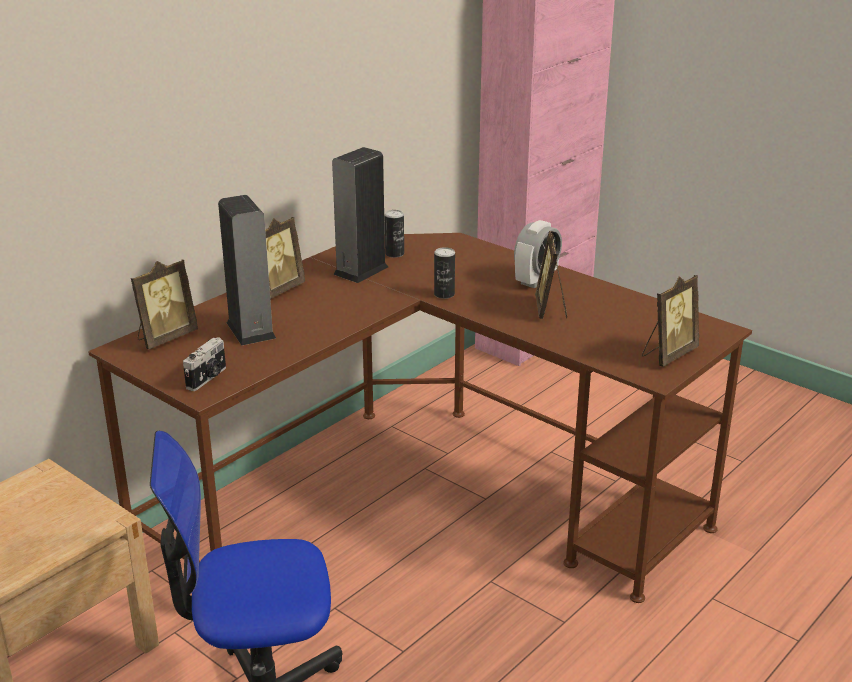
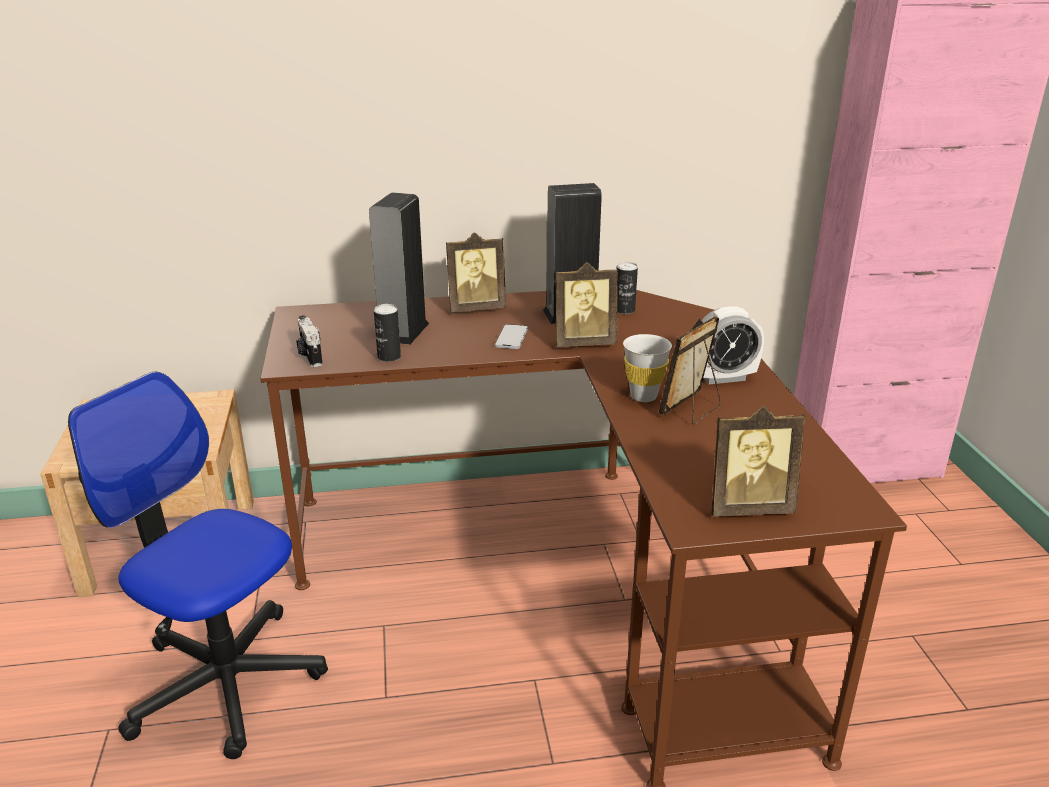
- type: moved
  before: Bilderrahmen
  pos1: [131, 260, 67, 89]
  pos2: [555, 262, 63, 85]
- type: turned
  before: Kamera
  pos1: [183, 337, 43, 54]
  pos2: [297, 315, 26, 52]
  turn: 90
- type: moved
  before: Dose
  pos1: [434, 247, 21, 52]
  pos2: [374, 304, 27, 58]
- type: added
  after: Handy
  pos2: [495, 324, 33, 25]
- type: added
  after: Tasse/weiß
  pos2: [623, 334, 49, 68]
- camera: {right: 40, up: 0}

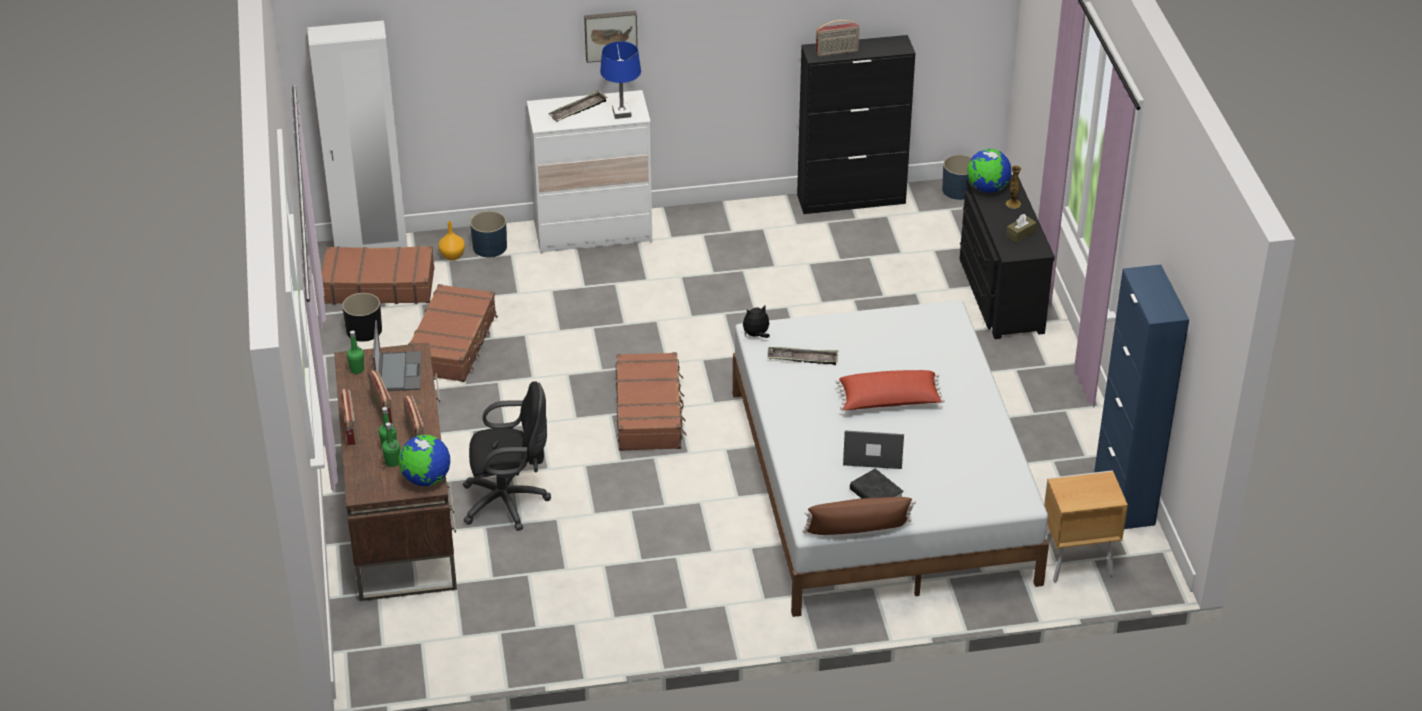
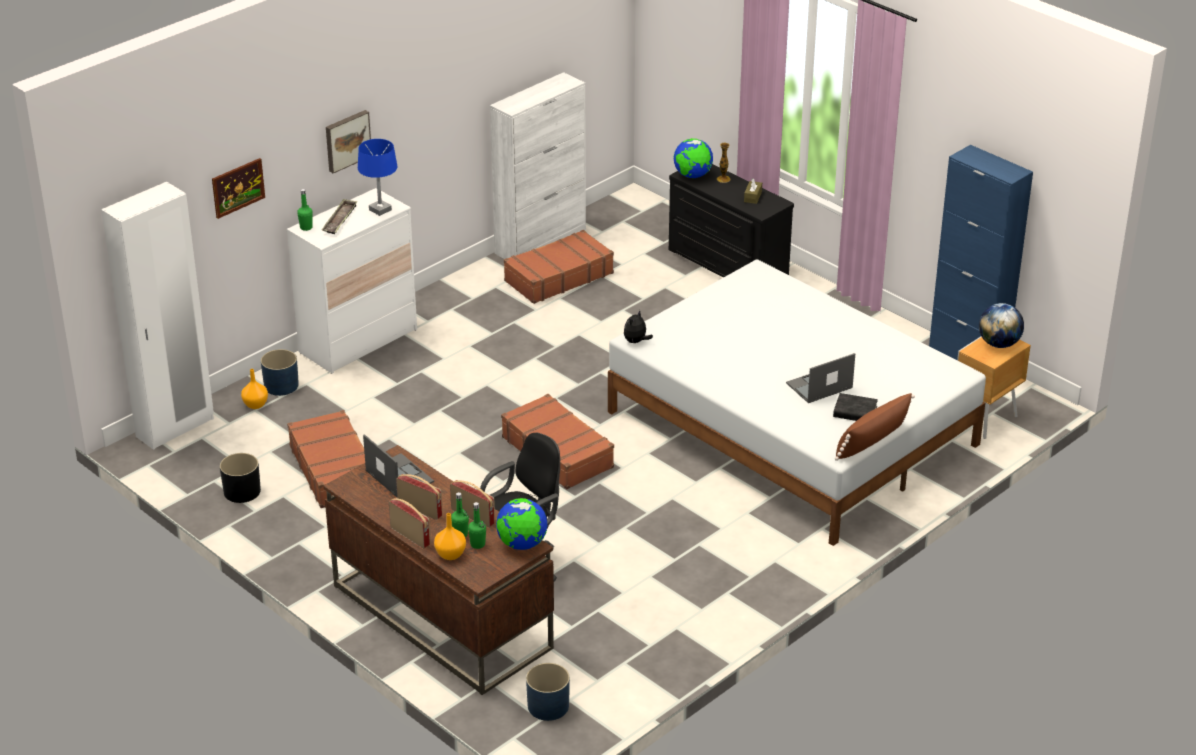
- type: moved
  before: Koffer/braun
  pos1: [322, 246, 113, 58]
  pos2: [504, 230, 110, 74]
- type: moved
  before: Flasche/grün
  pos1: [347, 330, 17, 44]
  pos2: [297, 189, 16, 42]
- type: removed
  before: Tablett
  pos1: [767, 347, 71, 18]
- type: recoloured
  before: Schrank/schwarz
  after: Schrank/weiß
  pos1: [797, 35, 119, 179]
  pos2: [490, 72, 96, 187]
- type: removed
  before: Radio
  pos1: [816, 20, 43, 36]
- type: removed
  before: Kissen/rot
  pos1: [836, 370, 109, 40]
- type: moved
  before: Pflanzkübel/blau
  pos1: [942, 155, 30, 45]
  pos2: [526, 663, 44, 58]
- type: added
  after: Bild
  pos2: [212, 158, 53, 61]
- type: added
  after: Vase/orange
  pos2: [434, 513, 32, 47]
- type: added
  after: Globus
  pos2: [979, 303, 45, 45]
- camera: {right: -35, up: -5}

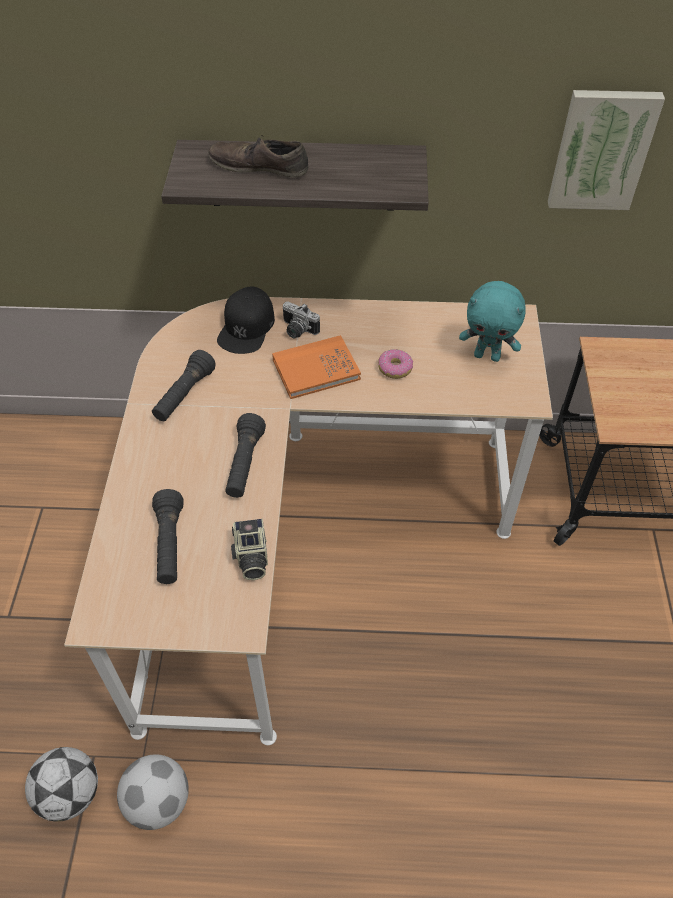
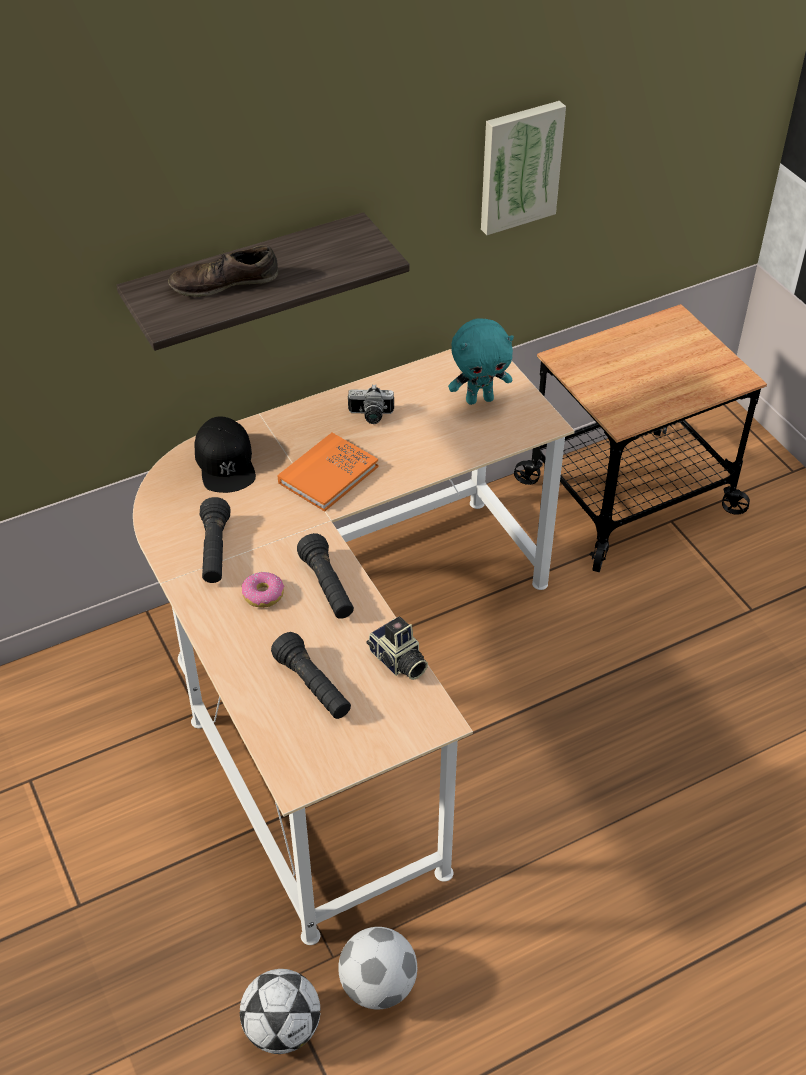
- type: moved
  before: Kamera
  pos1: [282, 301, 38, 38]
  pos2: [348, 384, 46, 40]
- type: moved
  before: Donut
  pos1: [378, 349, 35, 30]
  pos2: [241, 572, 43, 36]
- camera: {right: -30, up: -5}

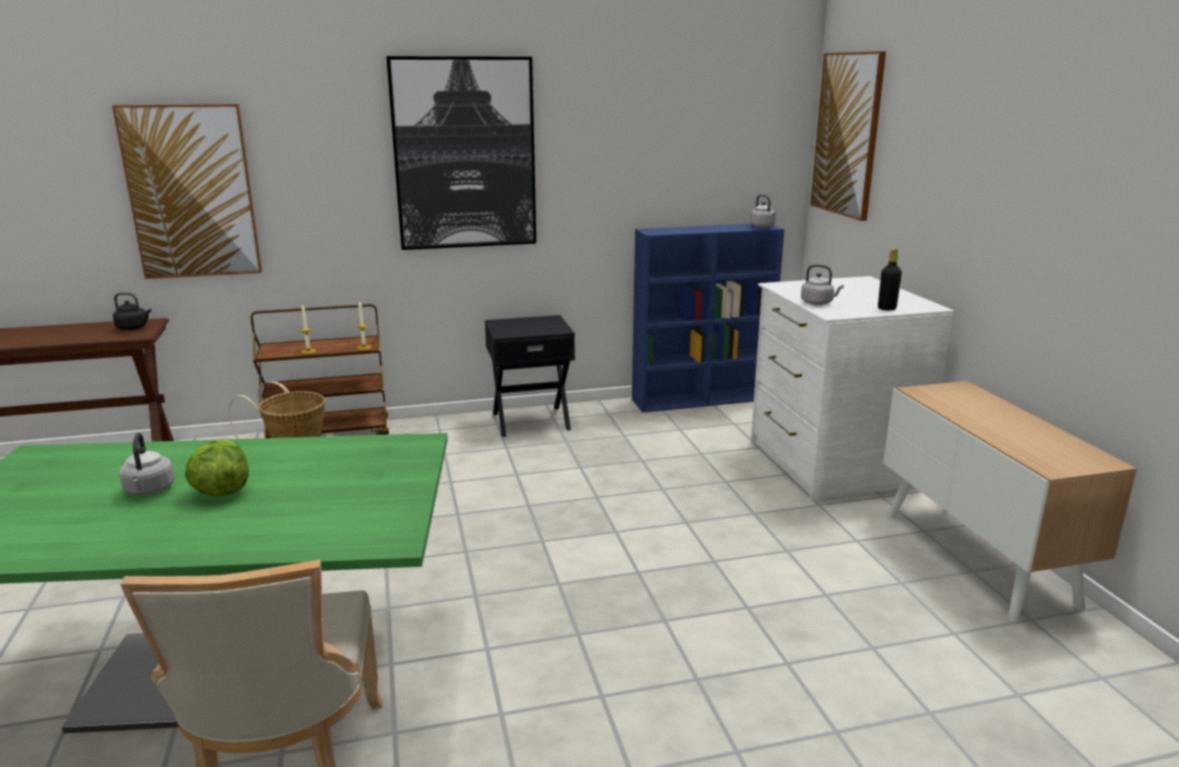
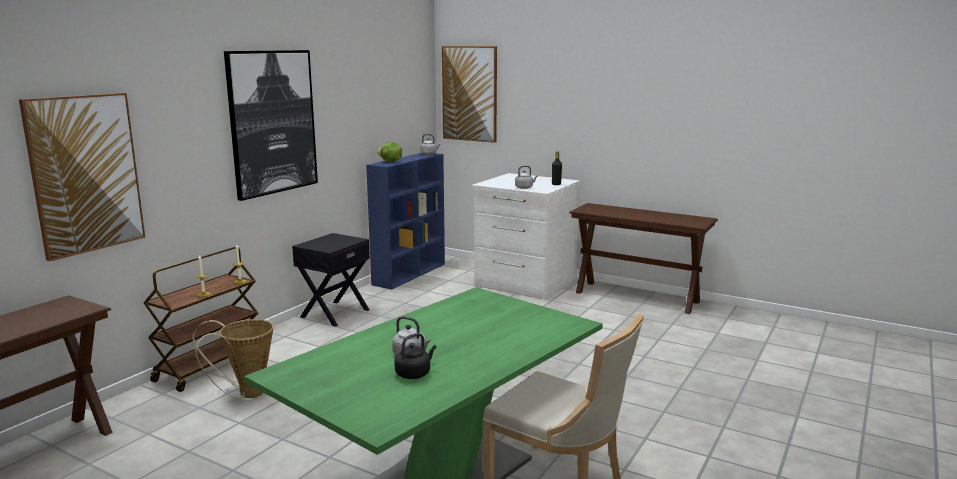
- type: moved
  before: Wasserkessel/schwarz
  pos1: [113, 292, 38, 38]
  pos2: [394, 333, 42, 46]
- type: moved
  before: Salatkopf
  pos1: [185, 440, 64, 56]
  pos2: [377, 142, 25, 20]
- type: replaced
  before: Schrank
  after: Konsolentisch/braun
  pos1: [883, 381, 254, 241]
  pos2: [569, 203, 149, 111]
- camera: {right: -45, up: -5}

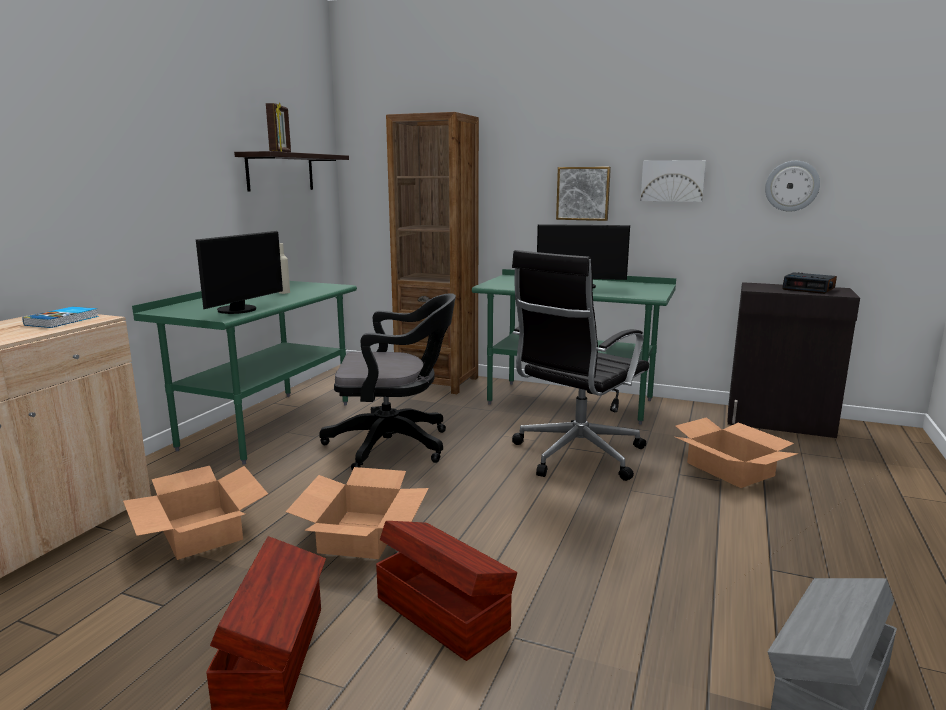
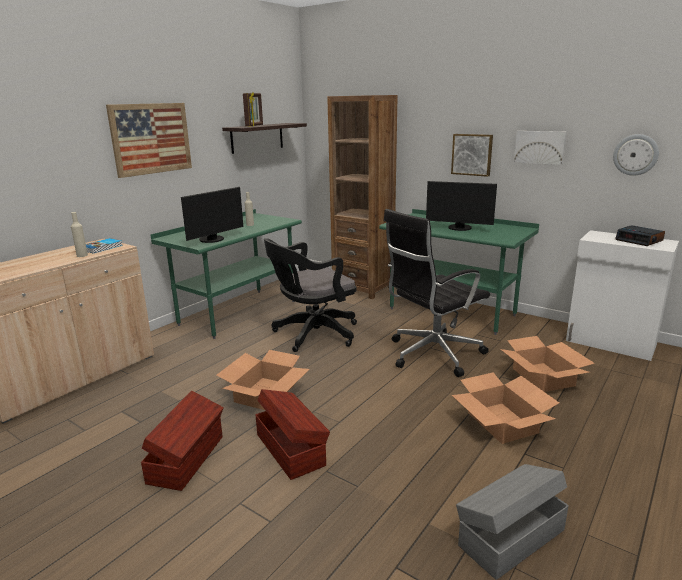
- type: moved
  before: Karton
  pos1: [123, 466, 145, 94]
  pos2: [452, 373, 107, 71]
- type: turned
  before: Bürostuhl/schwarz
  pos1: [319, 293, 137, 178]
  pos2: [264, 238, 93, 114]
  turn: 135
- type: recoloured
  before: Schrank/schwarz
  after: Schrank/weiß
  pos1: [727, 282, 133, 156]
  pos2: [566, 230, 113, 131]
- type: added
  after: Flasche/beige
  pos2: [71, 212, 17, 45]
- type: added
  after: Bild
  pos2: [106, 103, 86, 75]
- camera: {right: 15, up: 5}

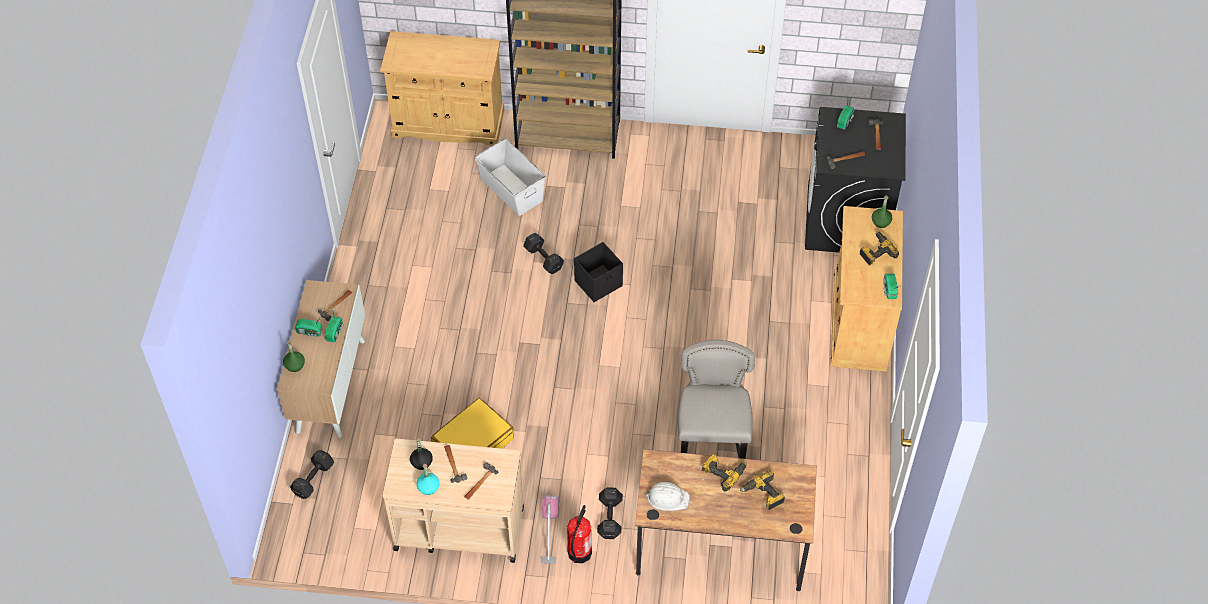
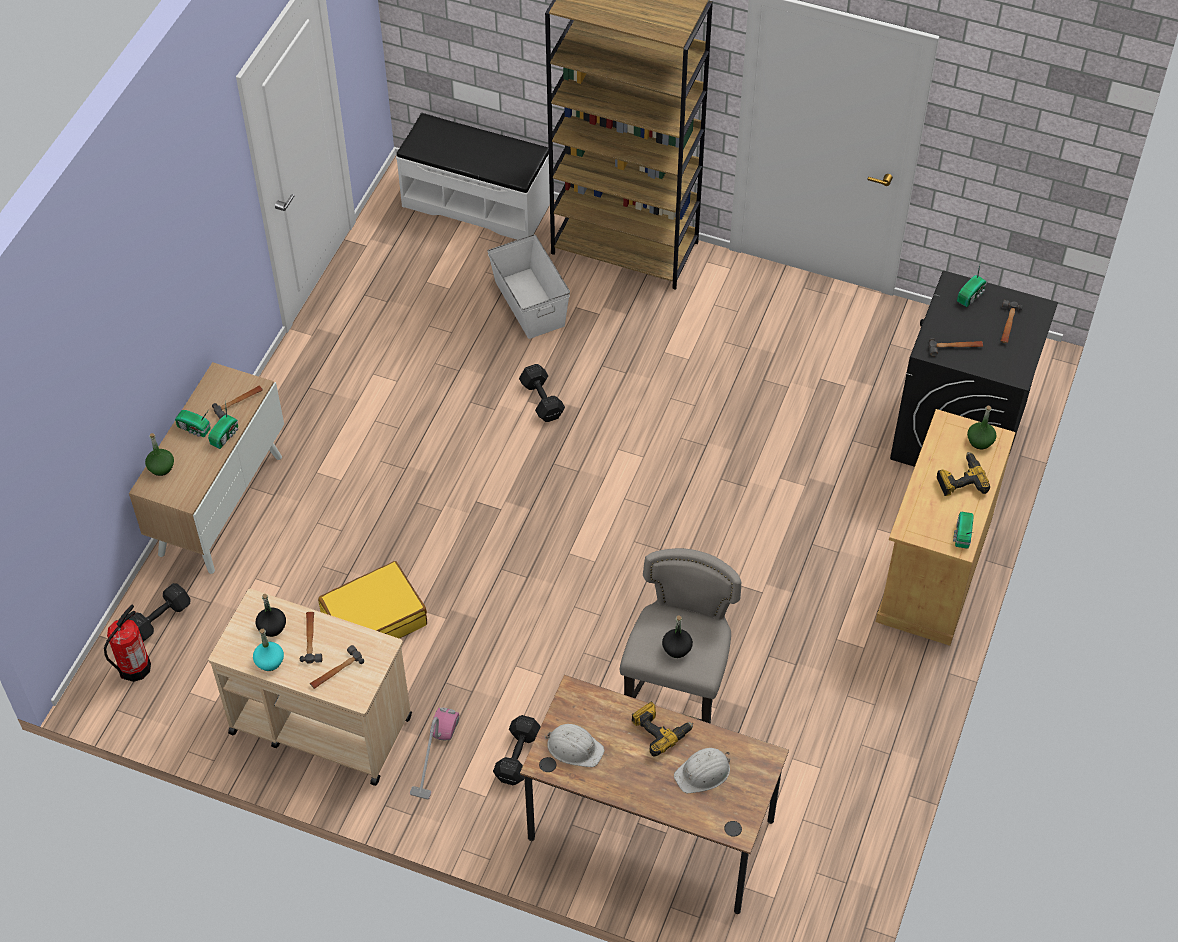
- type: replaced
  before: Schrank/beige
  after: Bank/weiß
  pos1: [380, 31, 124, 115]
  pos2: [396, 113, 154, 127]
- type: moved
  before: Feuerlöscher
  pos1: [567, 505, 25, 58]
  pos2: [104, 605, 47, 77]
- type: removed
  before: Aufbewahrungsbox/schwarz
  pos1: [574, 242, 49, 60]
- type: replaced
  before: Bohrmaschine
  after: Schutzhelm/weiß
  pos1: [740, 470, 45, 40]
  pos2: [674, 748, 56, 45]
- type: added
  after: Flasche/schwarz
  pos2: [662, 615, 31, 43]
- camera: {right: 15, up: 0}

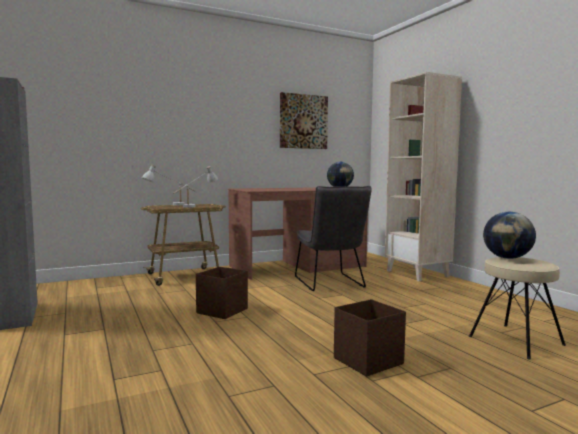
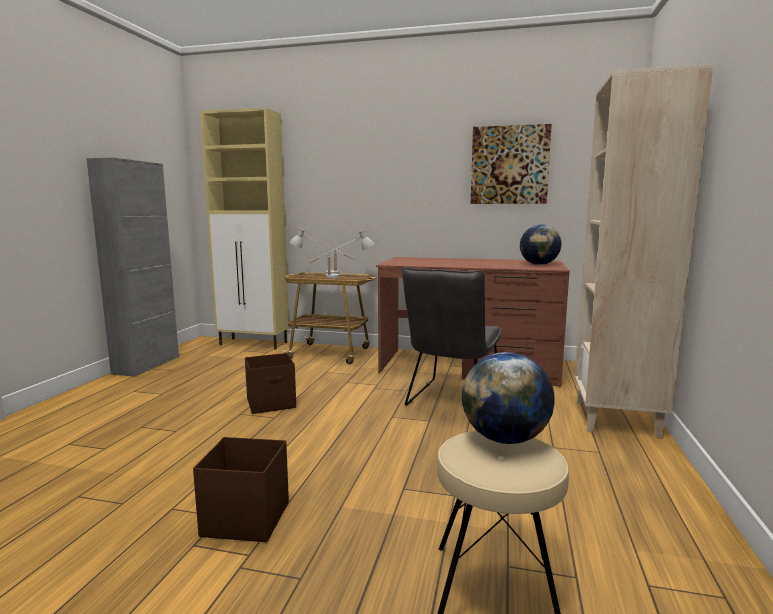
- type: added
  after: Schrank/beige
  pos2: [200, 108, 89, 241]
- camera: {right: 40, up: 5}

